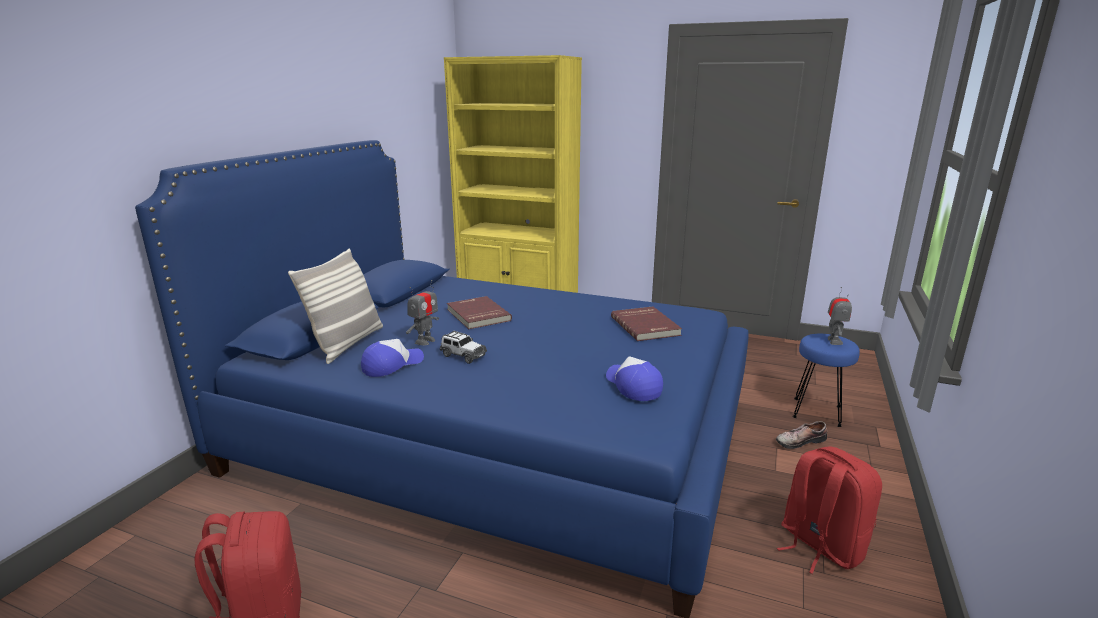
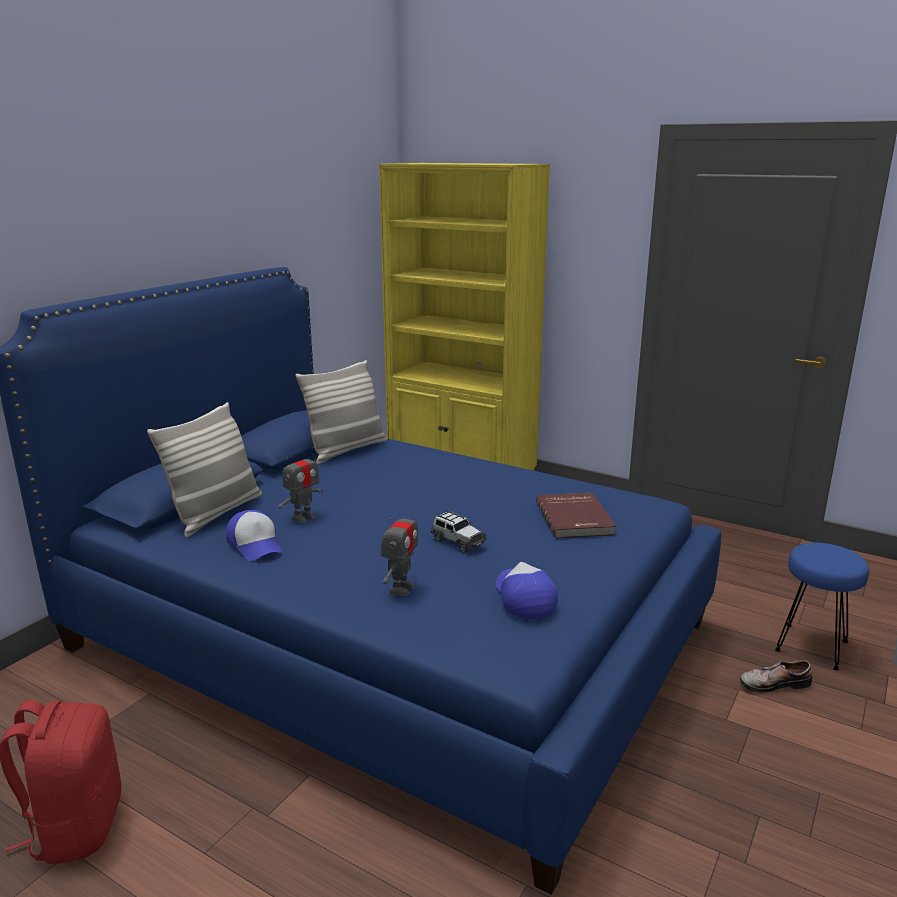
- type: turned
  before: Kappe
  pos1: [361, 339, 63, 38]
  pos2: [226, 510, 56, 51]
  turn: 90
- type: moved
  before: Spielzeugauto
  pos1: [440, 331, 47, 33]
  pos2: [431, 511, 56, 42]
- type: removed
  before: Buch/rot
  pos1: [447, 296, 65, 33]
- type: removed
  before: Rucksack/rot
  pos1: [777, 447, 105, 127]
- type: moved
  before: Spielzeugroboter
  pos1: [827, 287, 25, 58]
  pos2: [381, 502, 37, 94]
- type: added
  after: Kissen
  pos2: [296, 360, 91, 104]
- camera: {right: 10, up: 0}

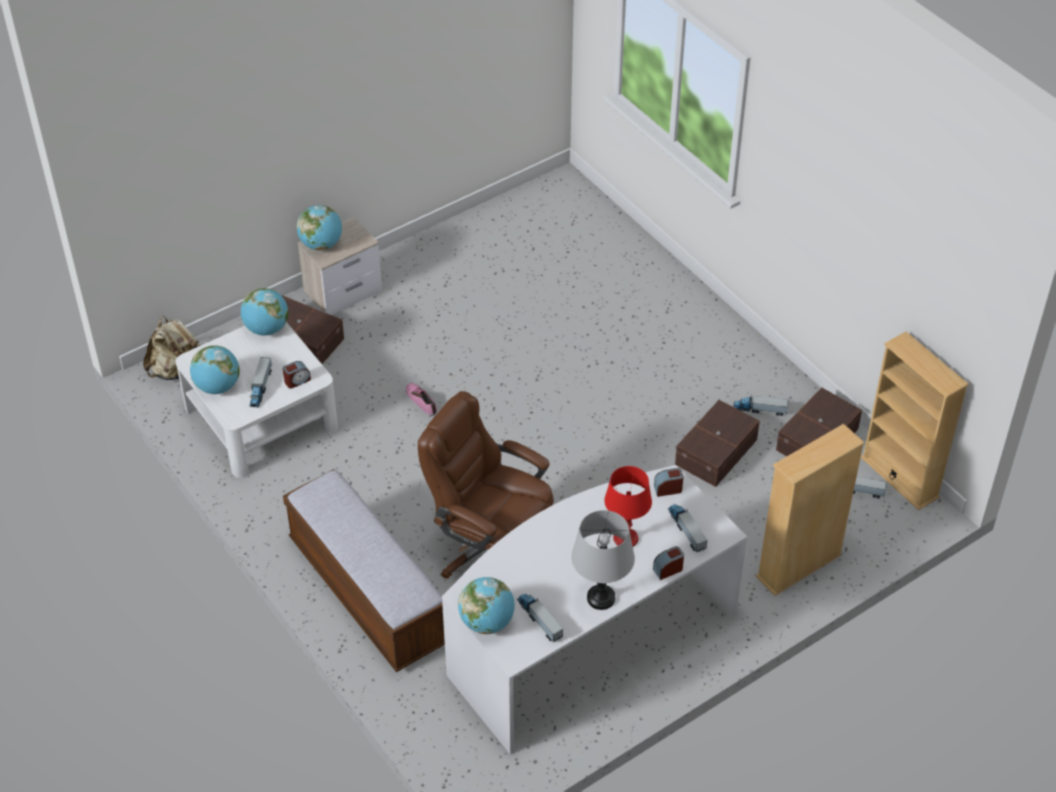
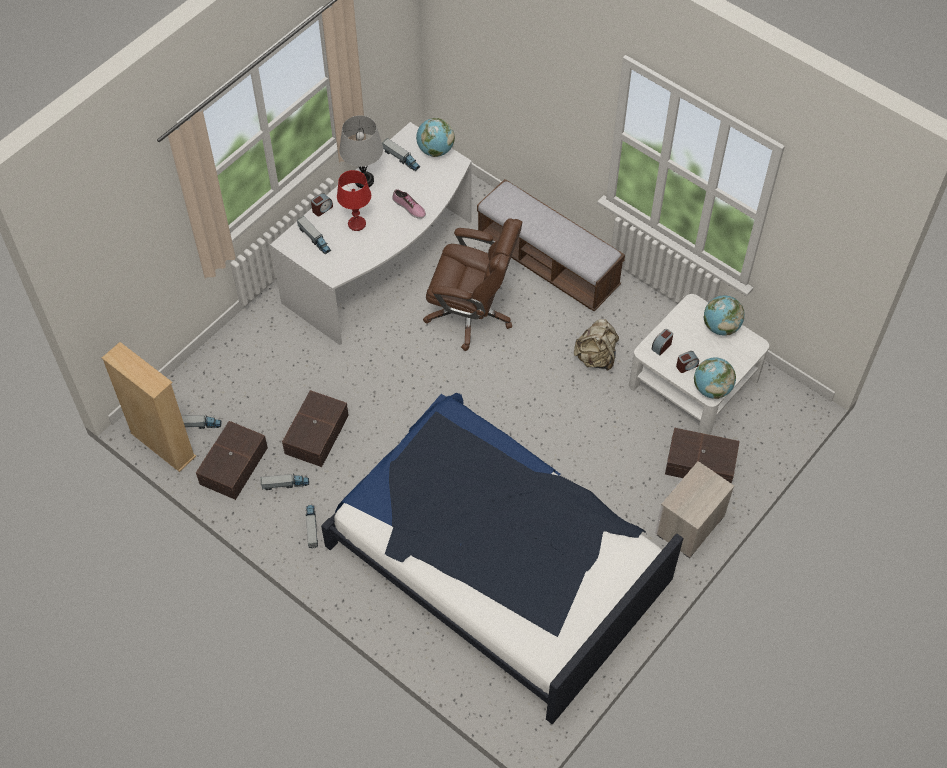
- type: moved
  before: Rucksack/beige
  pos1: [143, 316, 57, 64]
  pos2: [574, 319, 45, 52]
- type: moved
  before: Spielzeuglaster
  pos1: [250, 357, 22, 50]
  pos2: [306, 505, 12, 44]
- type: removed
  before: Globus
  pos1: [296, 205, 46, 45]
- type: moved
  before: Schuh
  pos1: [406, 383, 31, 33]
  pos2: [392, 189, 34, 30]
- type: moved
  before: Wecker
  pos1: [654, 468, 30, 29]
  pos2: [676, 351, 23, 22]
- type: removed
  before: Bücherregal/beige
  pos1: [756, 424, 109, 172]
- type: added
  after: Bett
  pos2: [321, 393, 362, 331]
- camera: {right: 165, up: 10}

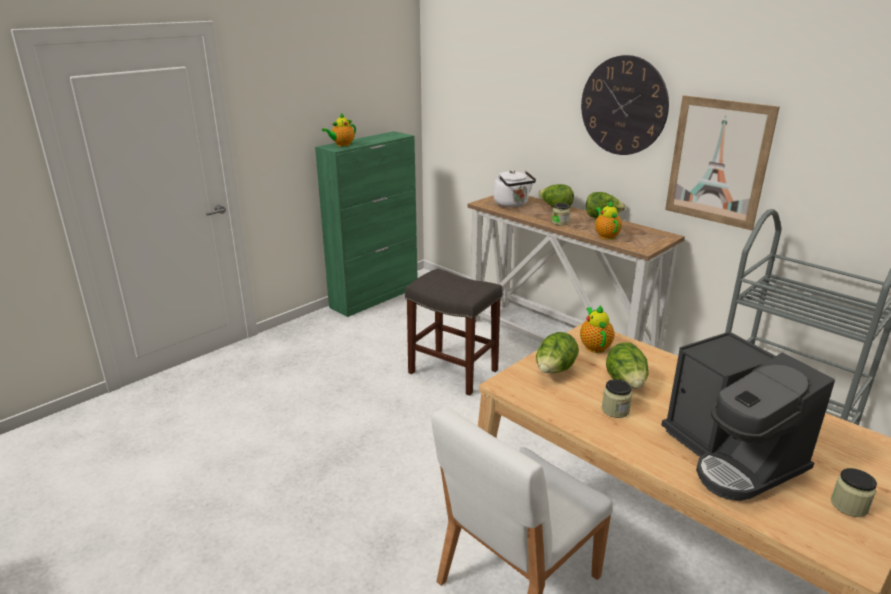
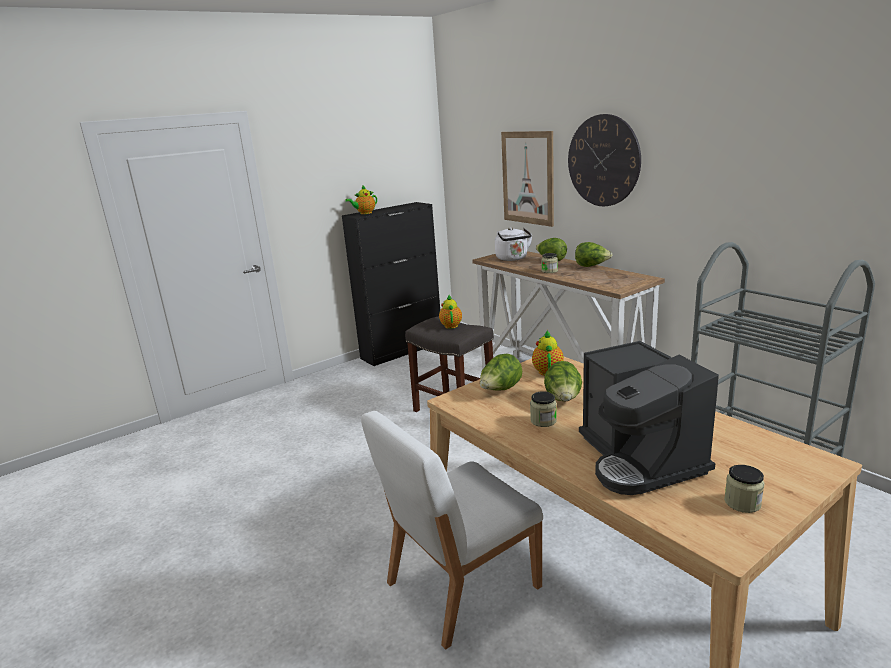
- type: recoloured
  before: Schrank/grün
  after: Schrank/schwarz
  pos1: [315, 131, 102, 186]
  pos2: [342, 202, 98, 164]
- type: moved
  before: Teekanne
  pos1: [595, 201, 27, 39]
  pos2: [439, 295, 23, 34]
- type: moved
  before: Bild
  pos1: [665, 96, 115, 134]
  pos2: [501, 131, 53, 96]
- camera: {right: 10, up: -5}

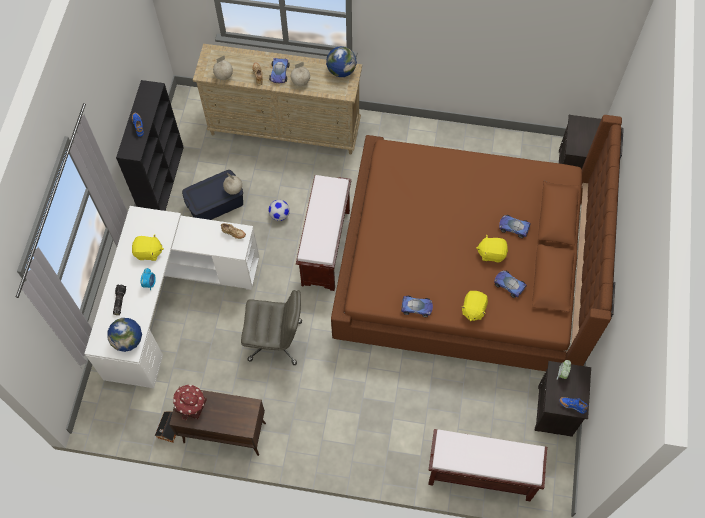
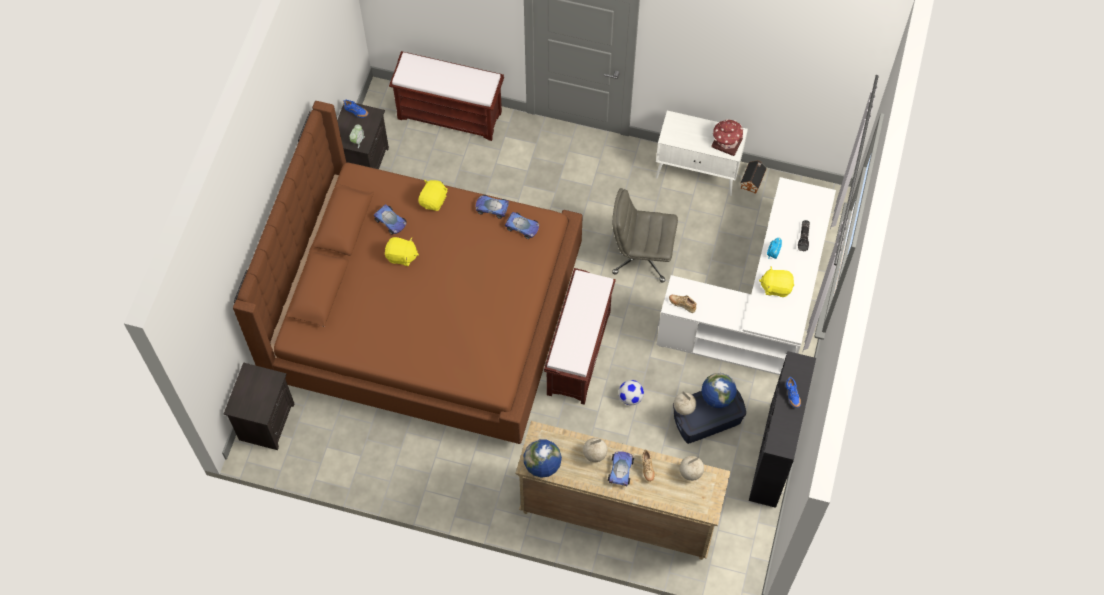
- type: moved
  before: Globus
  pos1: [107, 318, 35, 34]
  pos2: [701, 373, 36, 35]
- type: recoloured
  before: Schrank/braun
  after: Schrank/weiß
  pos1: [169, 390, 97, 66]
  pos2: [656, 111, 92, 85]
- type: moved
  before: Spielzeugauto
  pos1: [499, 215, 32, 23]
  pos2: [505, 212, 34, 27]
- camera: {right: -175, up: 0}

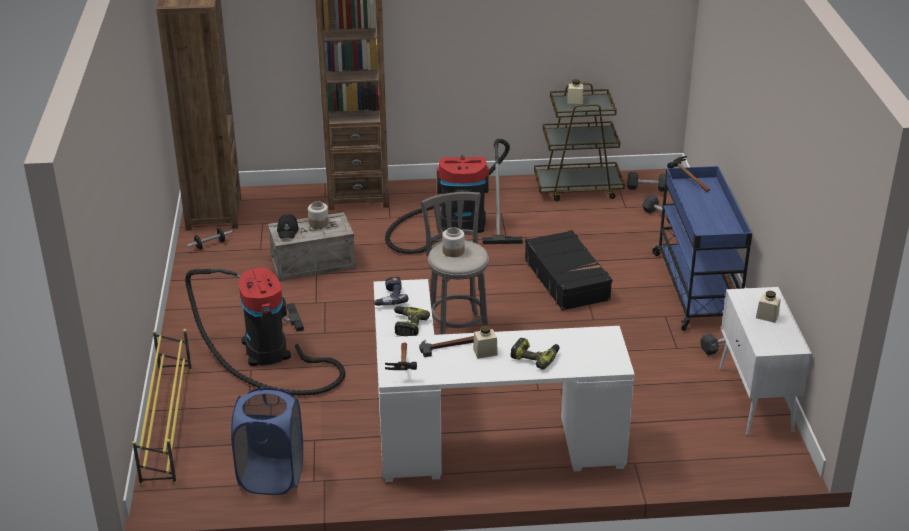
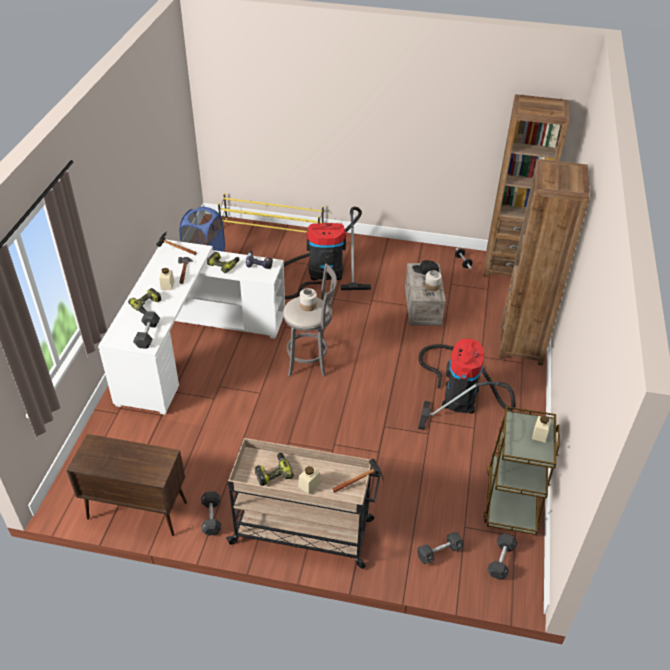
- type: removed
  before: Koffer/schwarz
  pos1: [525, 230, 87, 81]
- type: recoloured
  before: Rollwagen/blau
  after: Rollwagen/beige
  pos1: [653, 166, 99, 165]
  pos2: [226, 438, 154, 131]
- type: recoloured
  before: Schrank/weiß
  after: Schrank/braun
  pos1: [719, 287, 93, 149]
  pos2: [67, 434, 120, 102]
- type: moved
  before: Vorratsglas/beige
  pos1: [756, 291, 25, 32]
  pos2: [298, 466, 23, 28]
- type: added
  after: Hantel/schwarz
  pos2: [133, 311, 27, 38]
- type: added
  after: Bohrmaschine
  pos2: [255, 452, 39, 34]
- camera: {right: 105, up: 10}

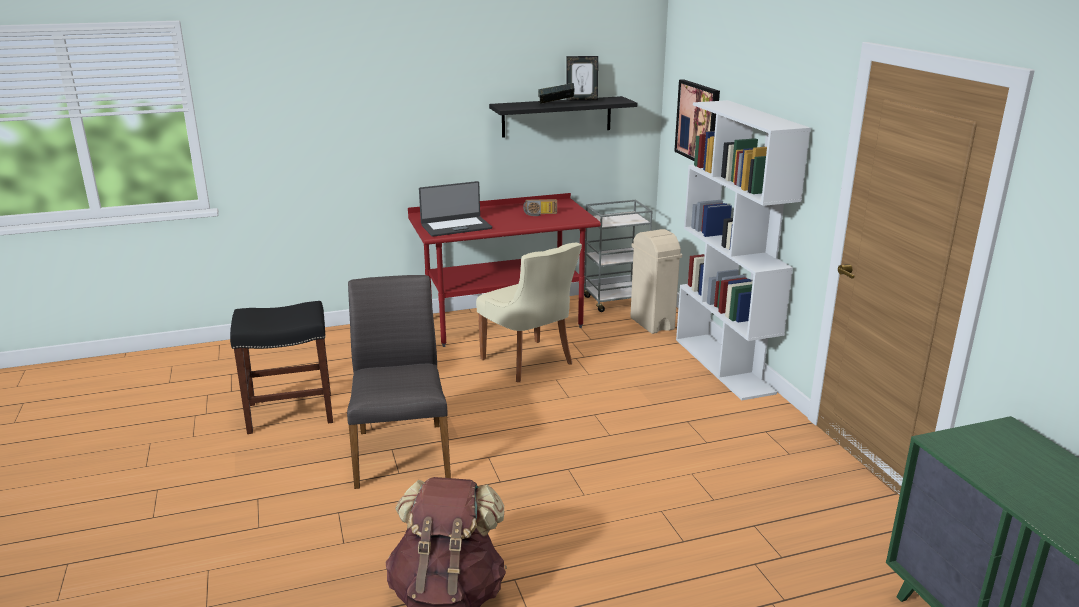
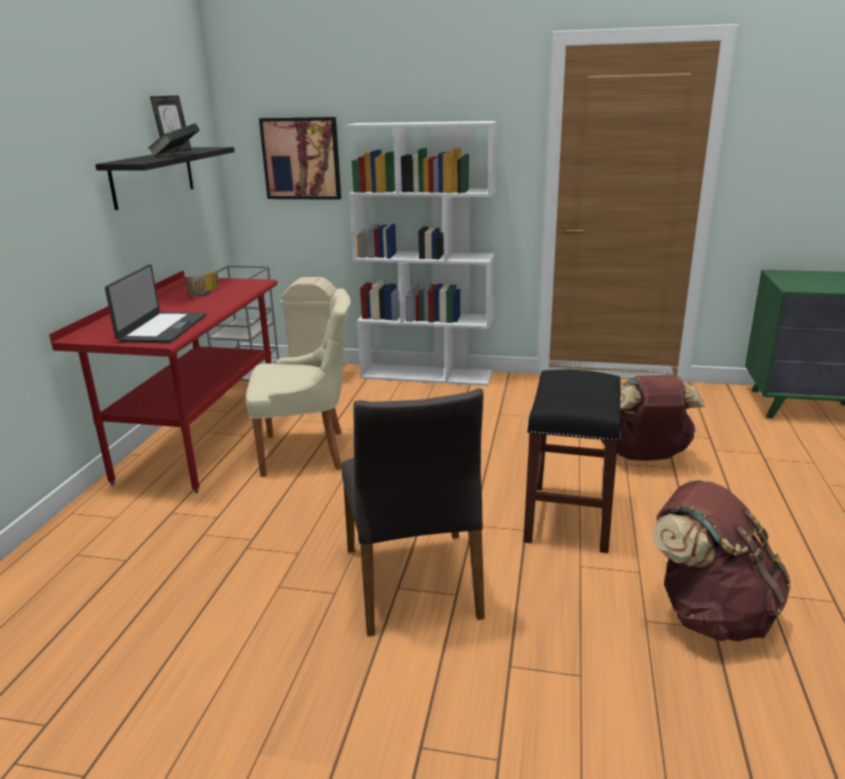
- type: moved
  before: Hocker/schwarz
  pos1: [230, 301, 103, 133]
  pos2: [523, 369, 98, 184]
- type: turned
  before: Stuhl/grau
  pos1: [347, 275, 104, 214]
  pos2: [342, 388, 143, 249]
  turn: -120
- type: added
  after: Rucksack/braun
  pos2: [601, 375, 104, 86]
- camera: {right: -60, up: 0}

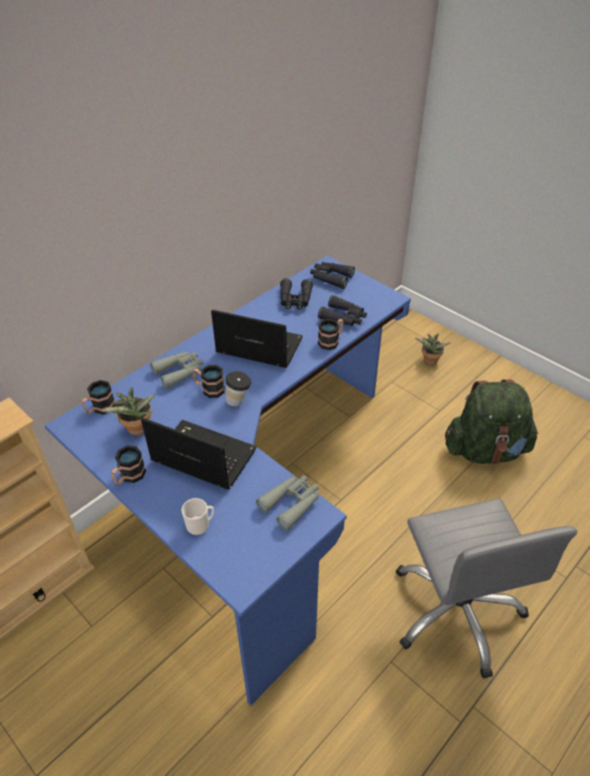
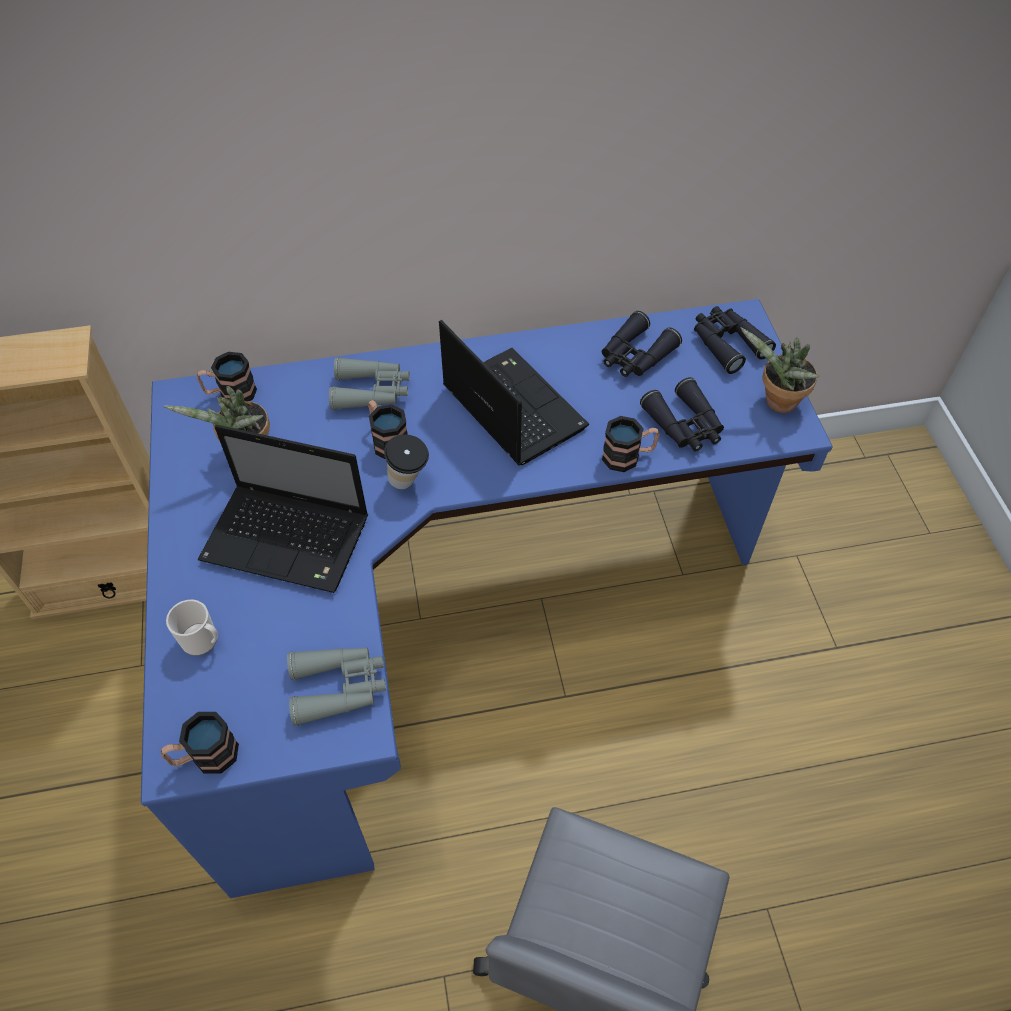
- type: moved
  before: Henkelbecher
  pos1: [111, 445, 35, 40]
  pos2: [161, 712, 78, 62]
- type: turned
  before: Laptop
  pos1: [141, 418, 116, 72]
  pos2: [198, 425, 170, 168]
  turn: 135
- type: moved
  before: Topfpflanze
  pos1: [415, 334, 35, 31]
  pos2: [741, 327, 79, 86]
- type: removed
  before: Rucksack/grün
  pos1: [445, 379, 93, 85]
- camera: {right: 35, up: 10}

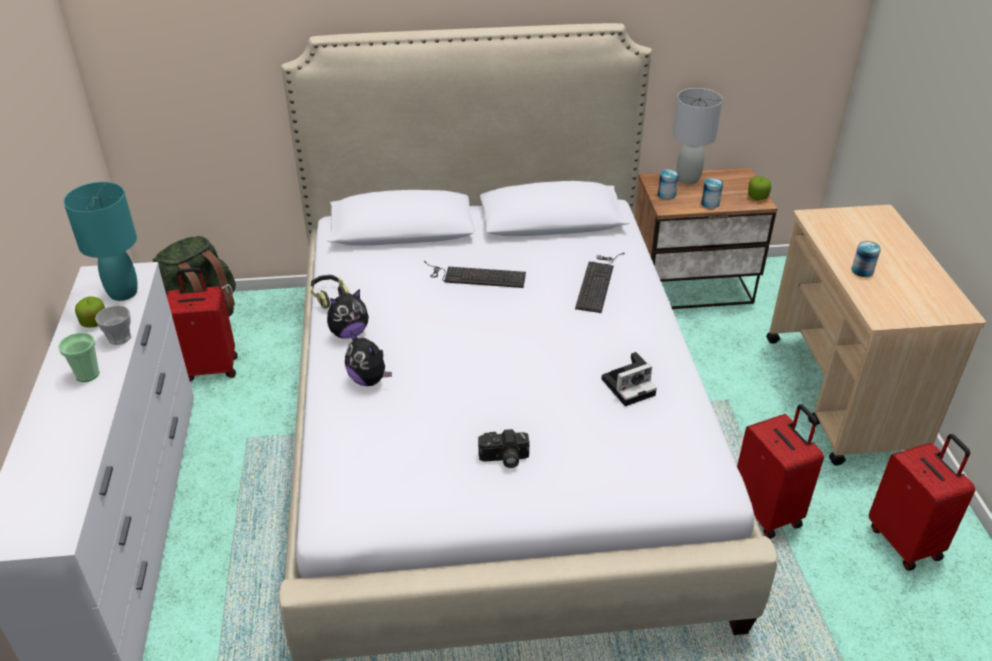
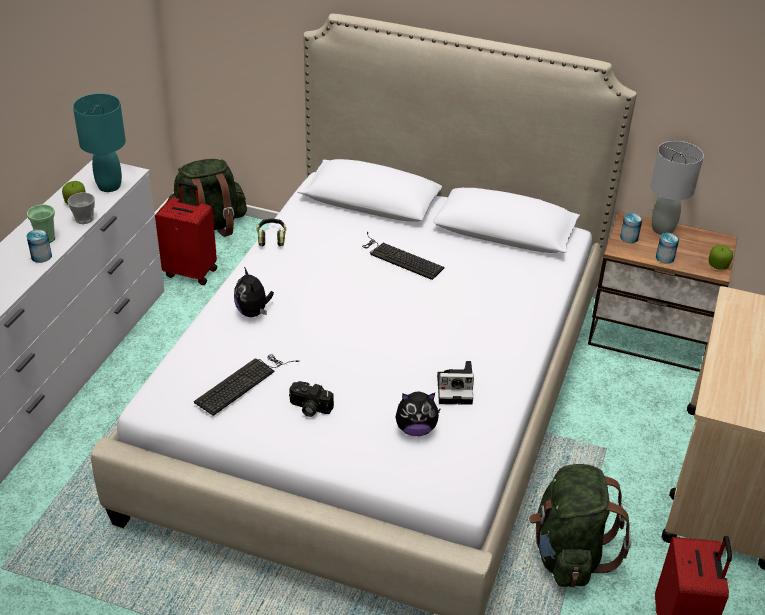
- type: moved
  before: Plüschtier
  pos1: [327, 289, 42, 50]
  pos2: [395, 392, 46, 44]
- type: moved
  before: Tastatur
  pos1: [575, 253, 50, 60]
  pos2: [194, 354, 106, 62]
- type: replaced
  before: Koffer/rot
  after: Rucksack/grün
  pos1: [737, 404, 87, 135]
  pos2: [529, 464, 103, 123]
- type: moved
  before: Dose
  pos1: [851, 241, 30, 36]
  pos2: [27, 229, 25, 34]
- camera: {right: 25, up: 0}

